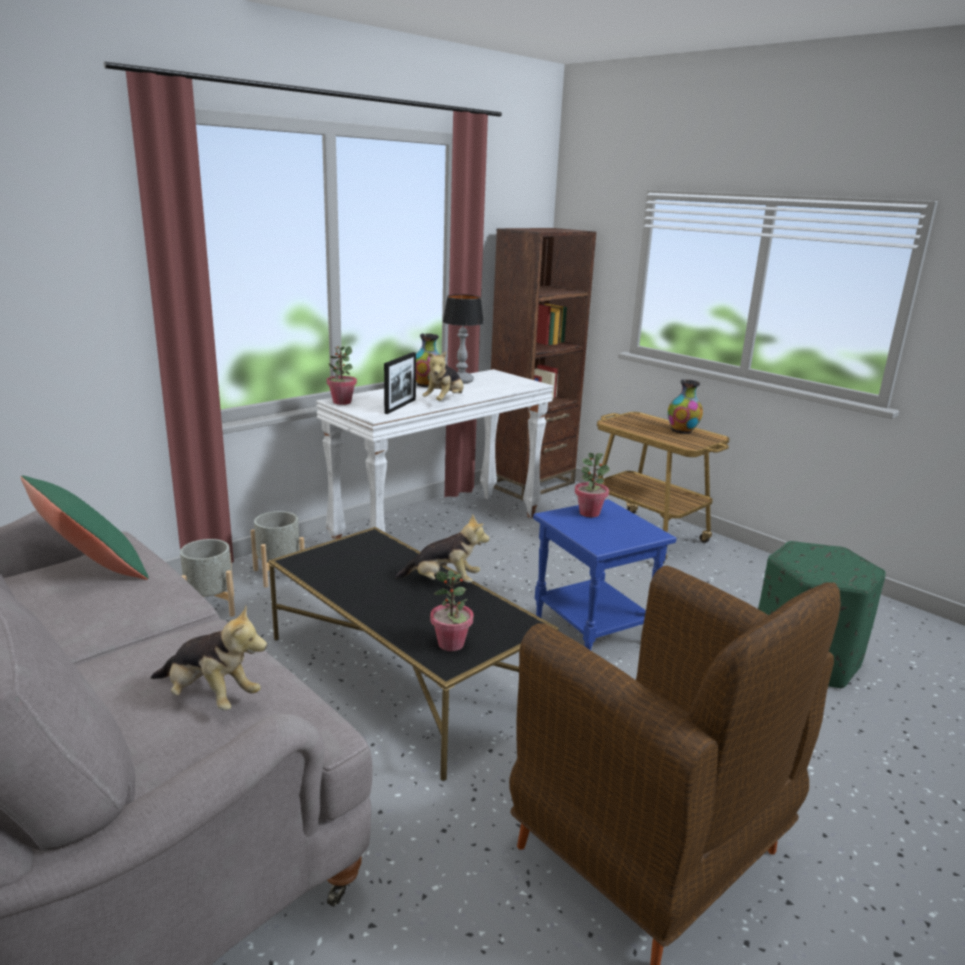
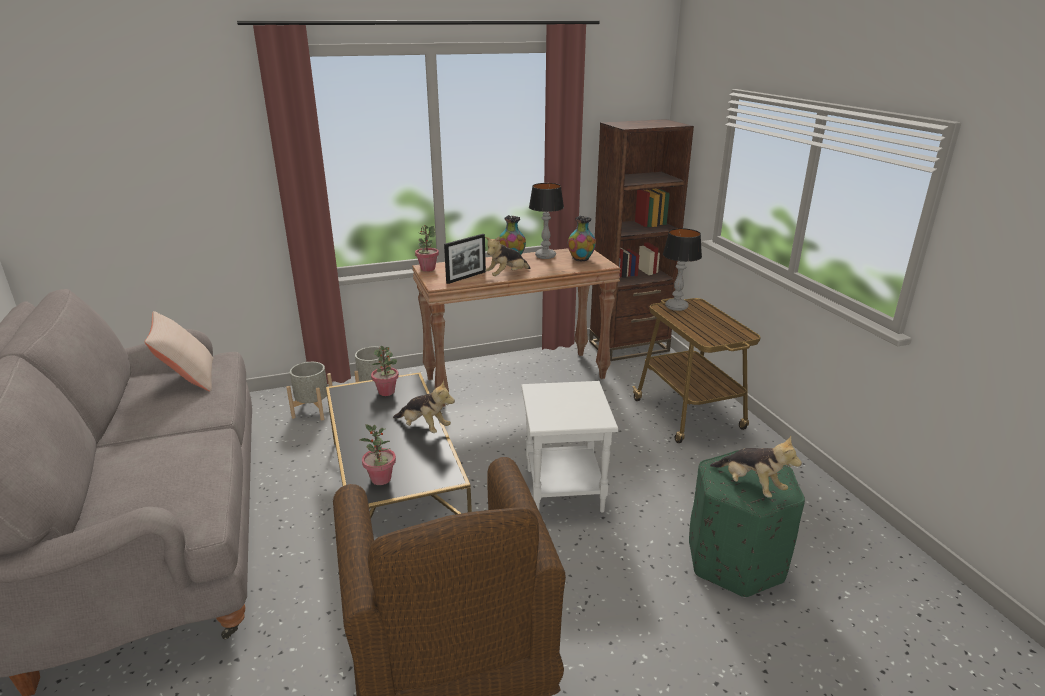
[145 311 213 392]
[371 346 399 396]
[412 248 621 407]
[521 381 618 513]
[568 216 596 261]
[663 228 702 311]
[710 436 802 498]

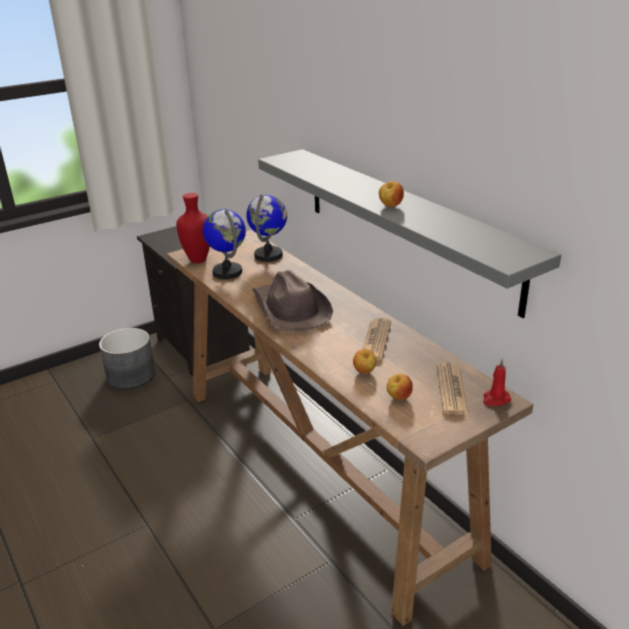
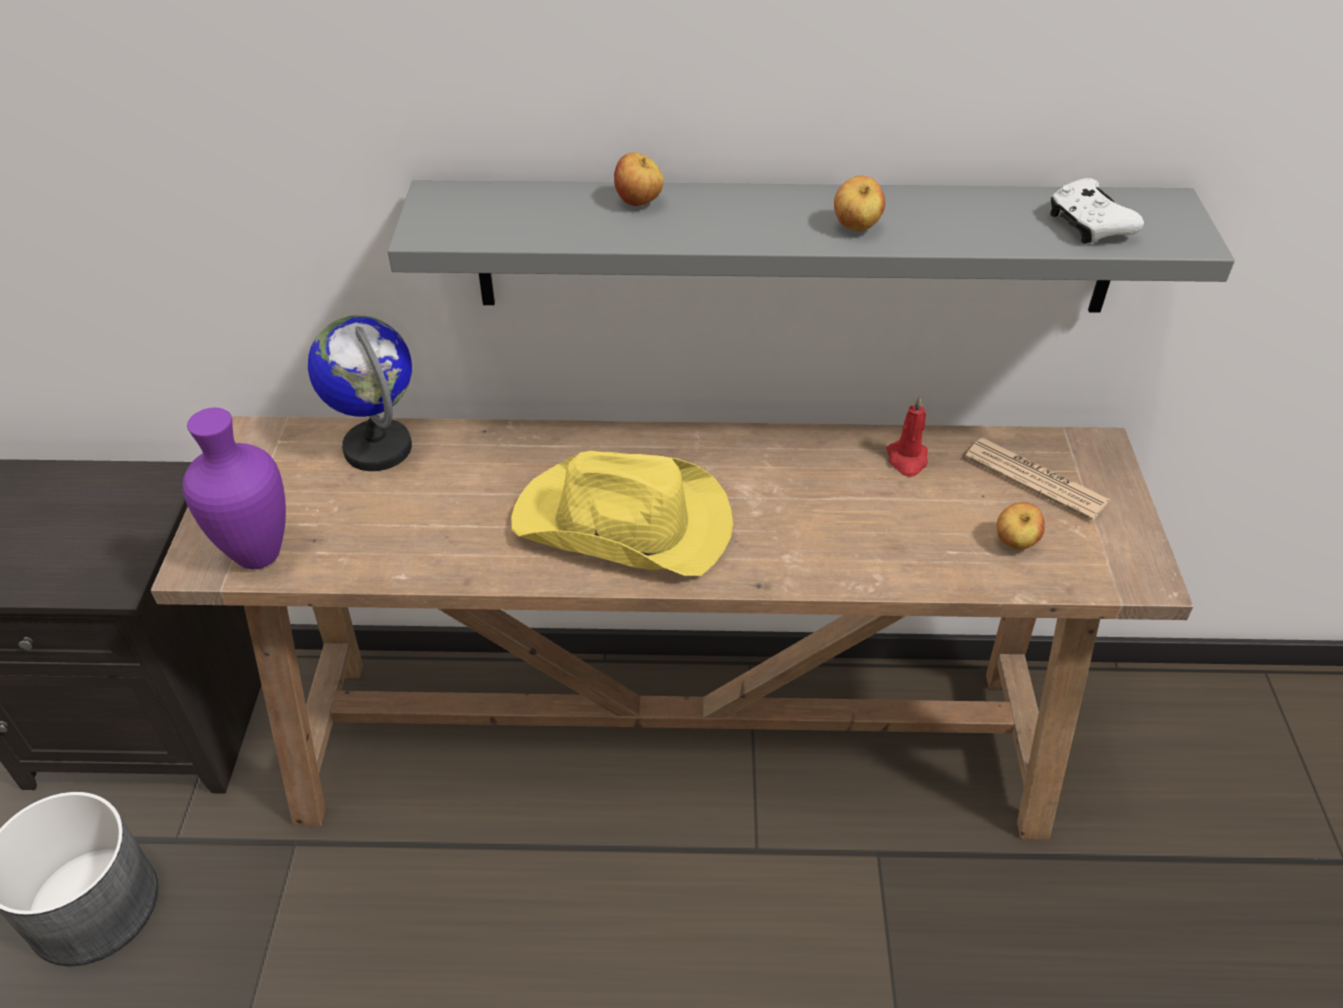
[183 408 286 569]
[511 451 733 576]
[614 152 664 206]
[886 395 928 477]
[1050 178 1144 244]
[203 209 246 279] (first image)
[363 318 391 360] (first image)

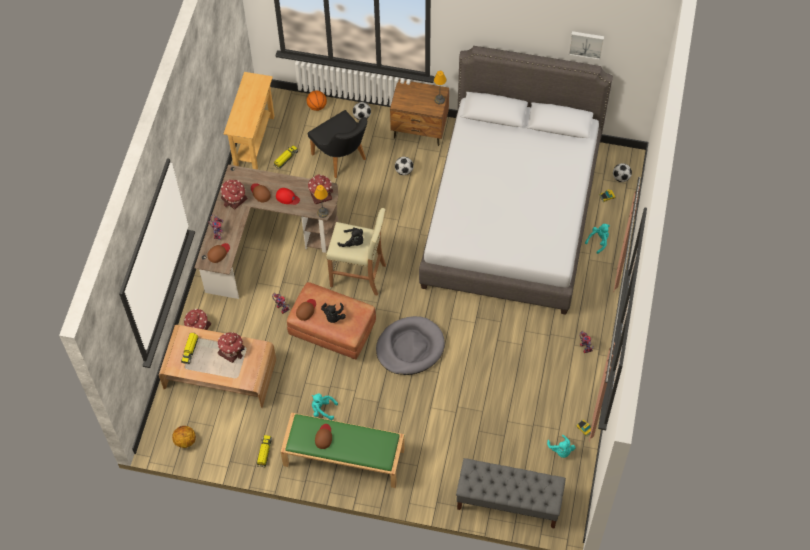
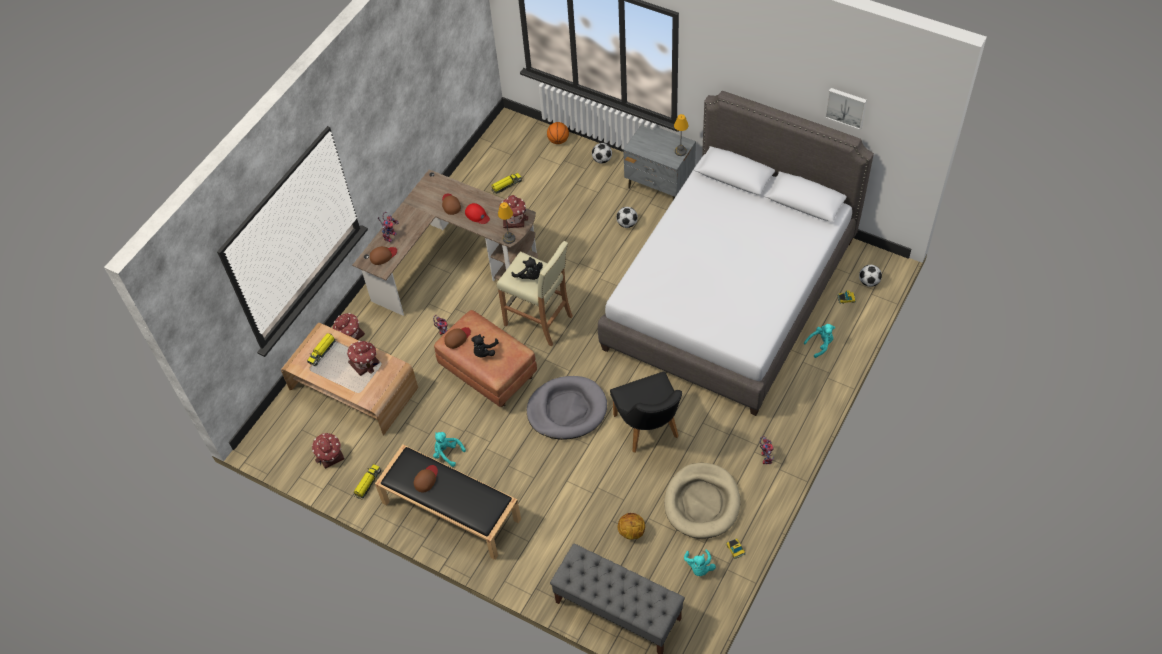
[312 433 345 469]
[375 444 521 560]
[610 371 682 453]
[618 513 645 540]
[623 123 696 200]
[664 463 741 539]
[223 72 275 170] (first image)

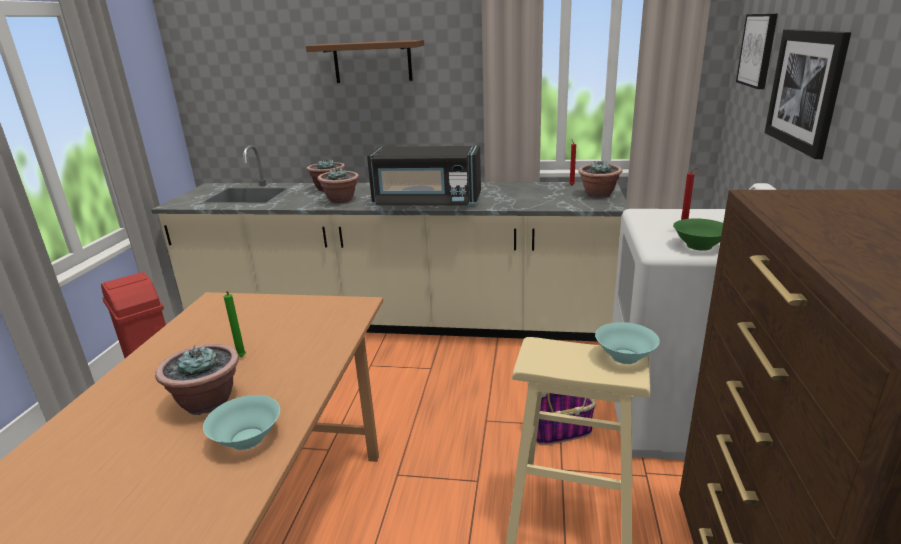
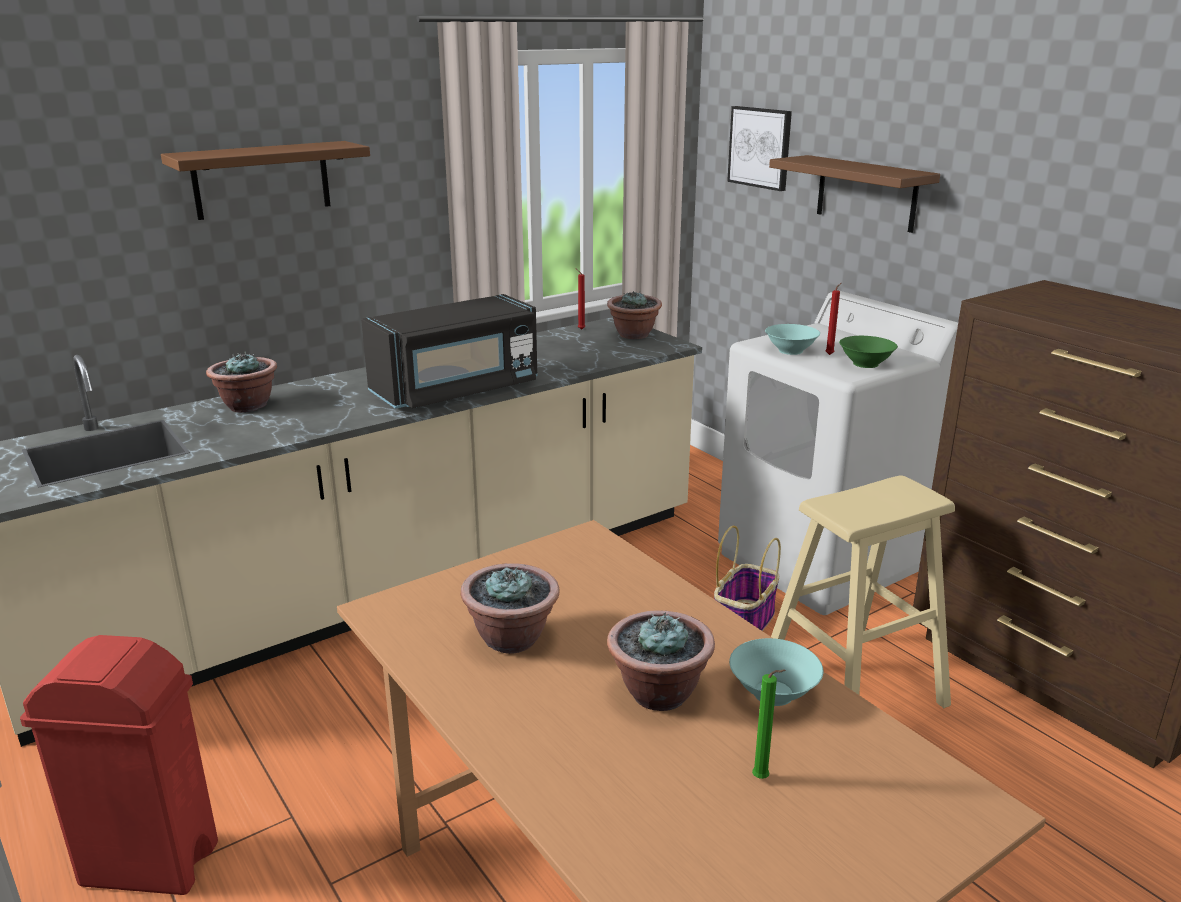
[461 563 560 654]
[752 669 786 779]
[765 324 820 355]
[769 155 940 233]

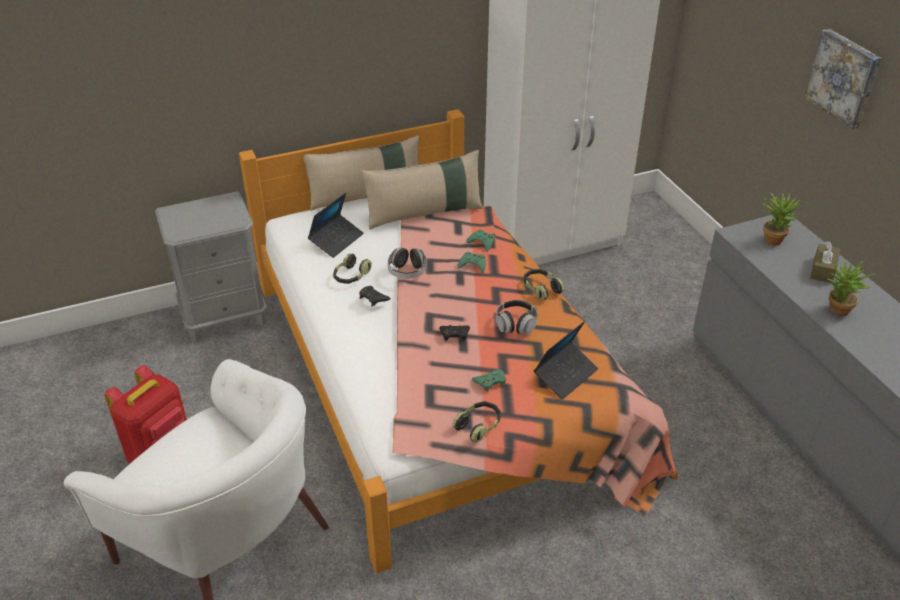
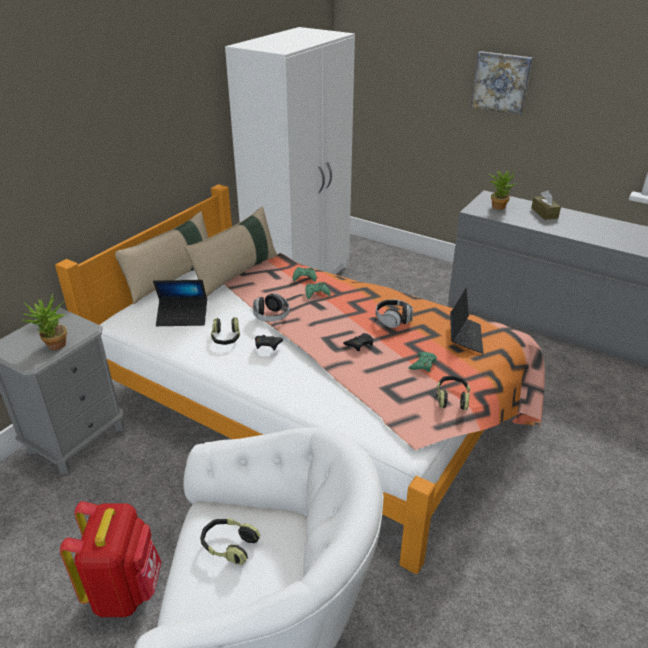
[22 294 67 350]
[153 280 207 326]
[200 518 260 565]

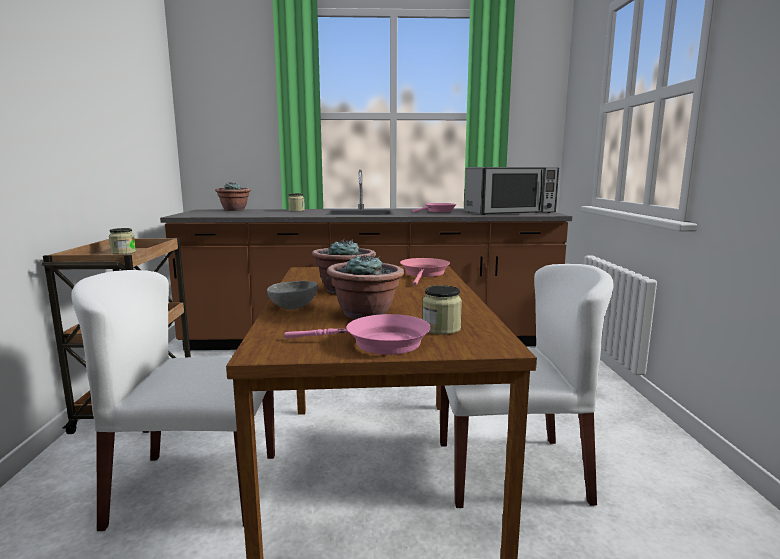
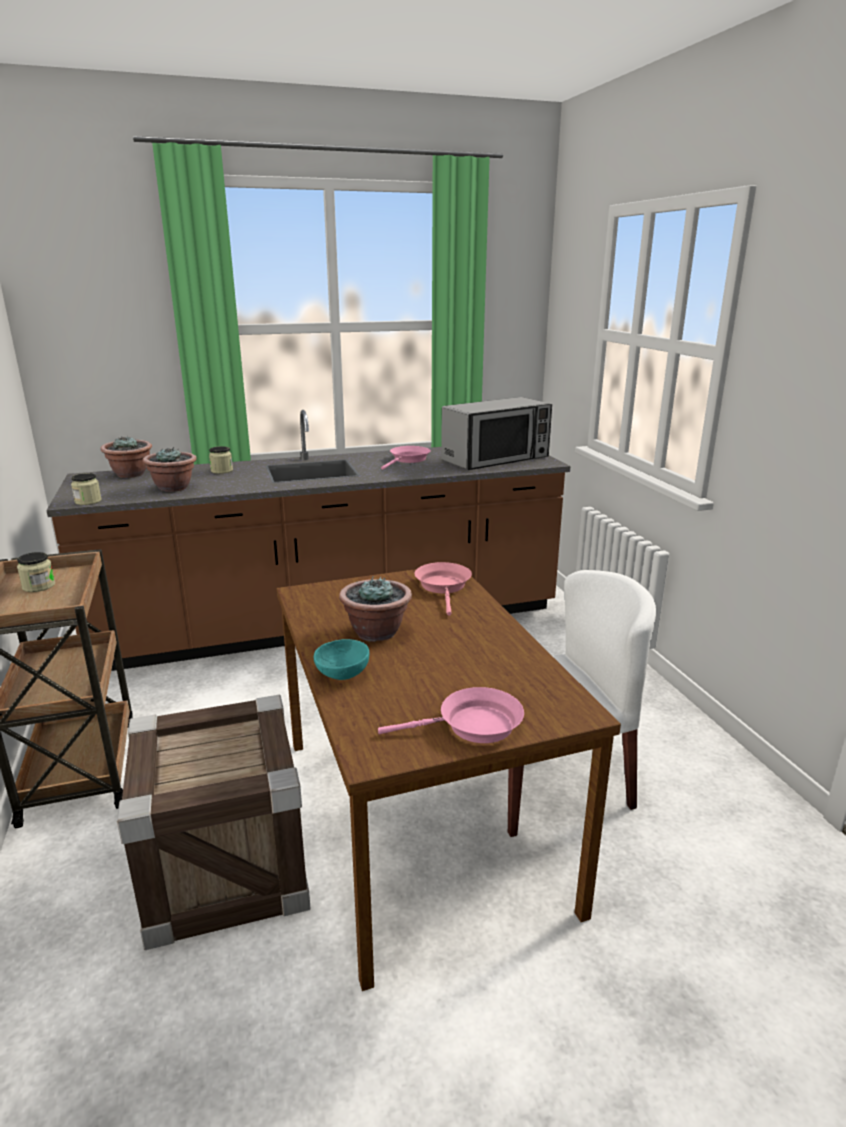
[71 473 102 505]
[117 695 311 950]
[143 447 197 492]
[314 639 369 680]

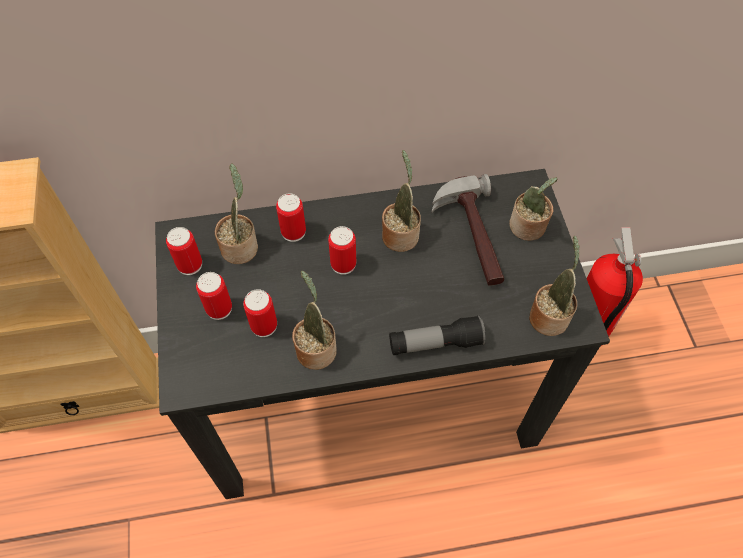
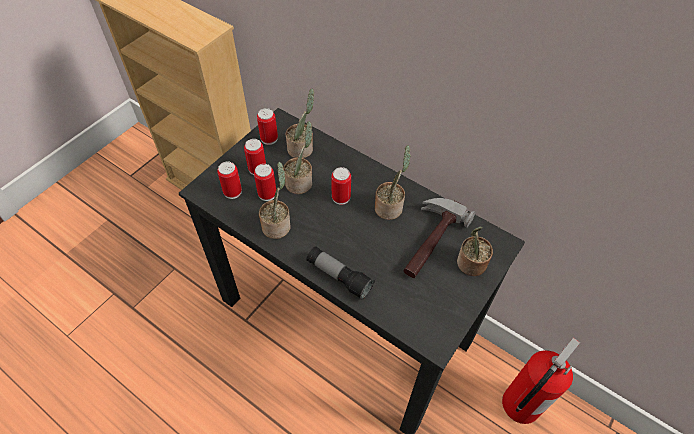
[217 161 242 199]
[283 121 312 194]

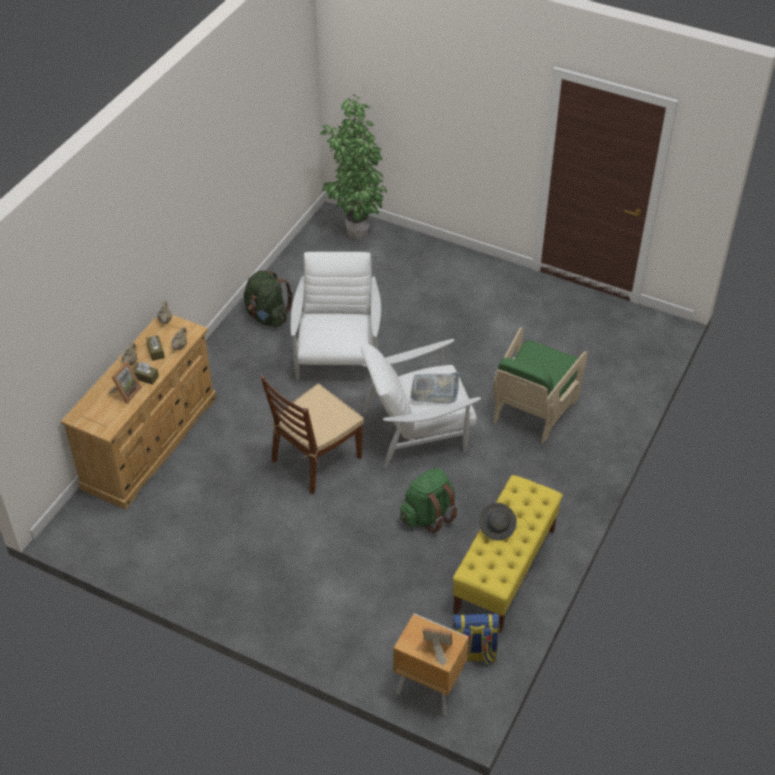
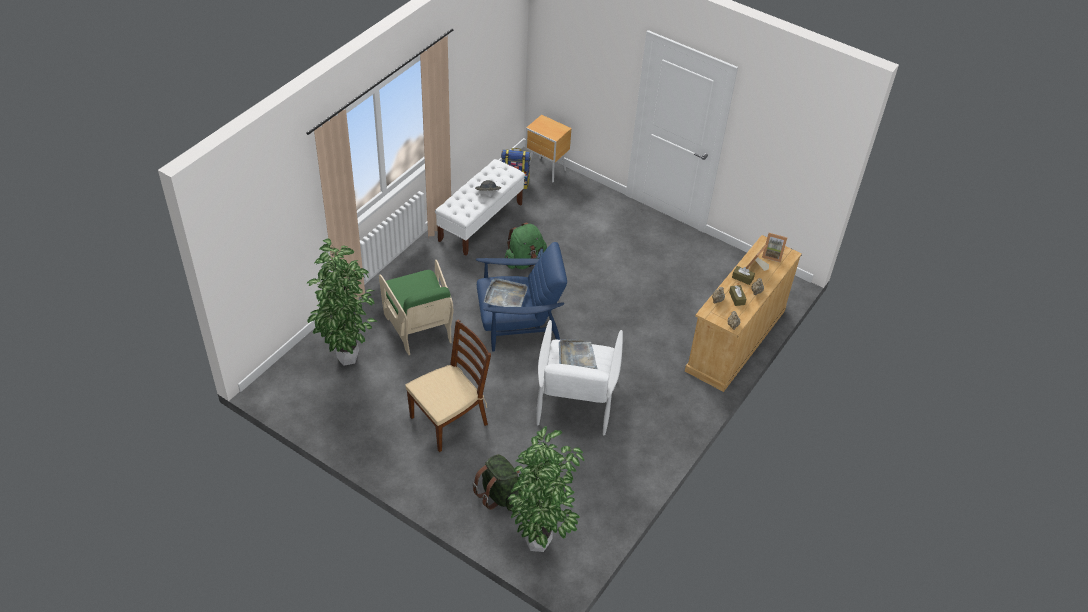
[306 238 378 366]
[379 260 454 355]
[405 320 491 452]
[435 159 525 256]
[472 454 521 511]
[476 242 567 352]
[559 339 597 369]
[762 233 787 263]

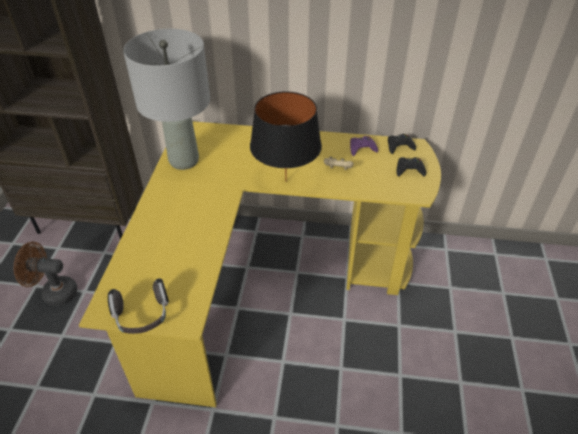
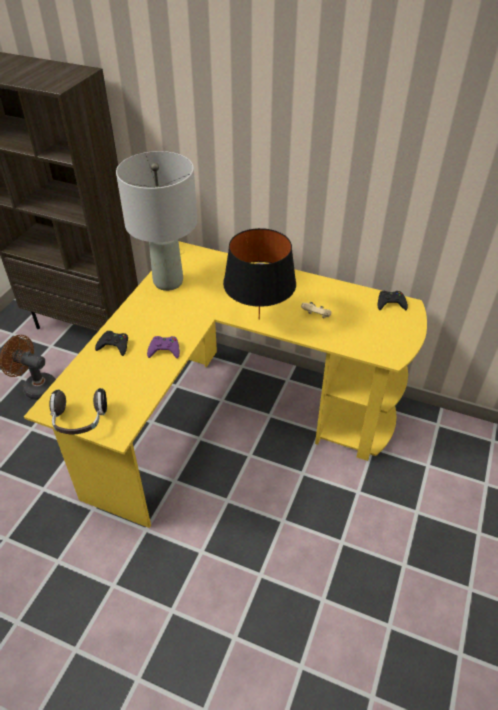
[95 331 128 356]
[147 336 180 359]

